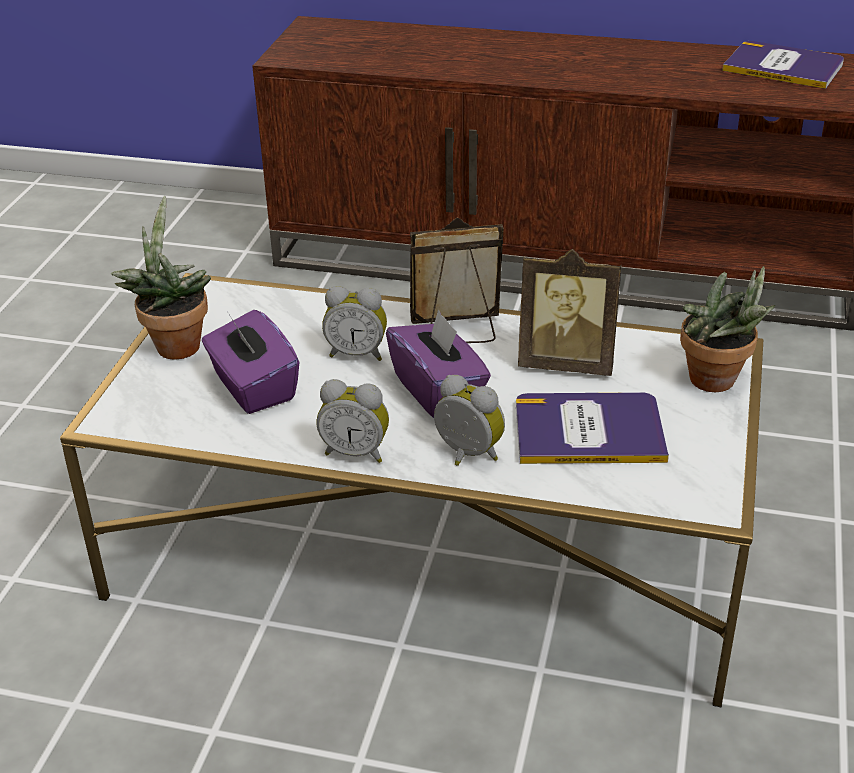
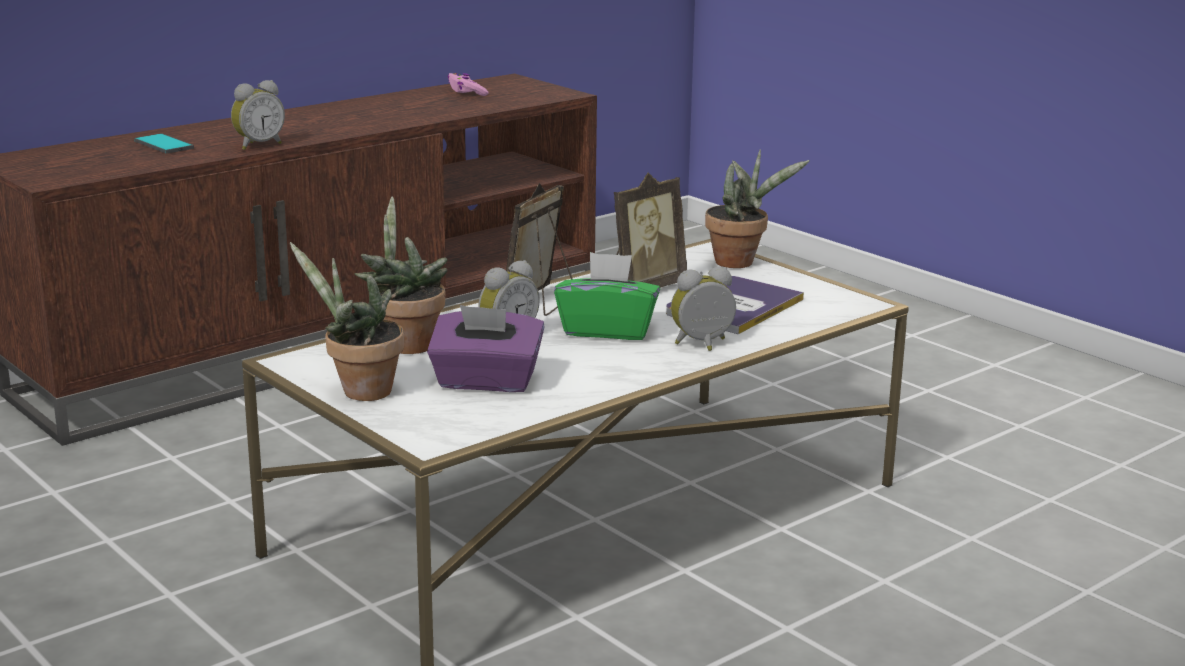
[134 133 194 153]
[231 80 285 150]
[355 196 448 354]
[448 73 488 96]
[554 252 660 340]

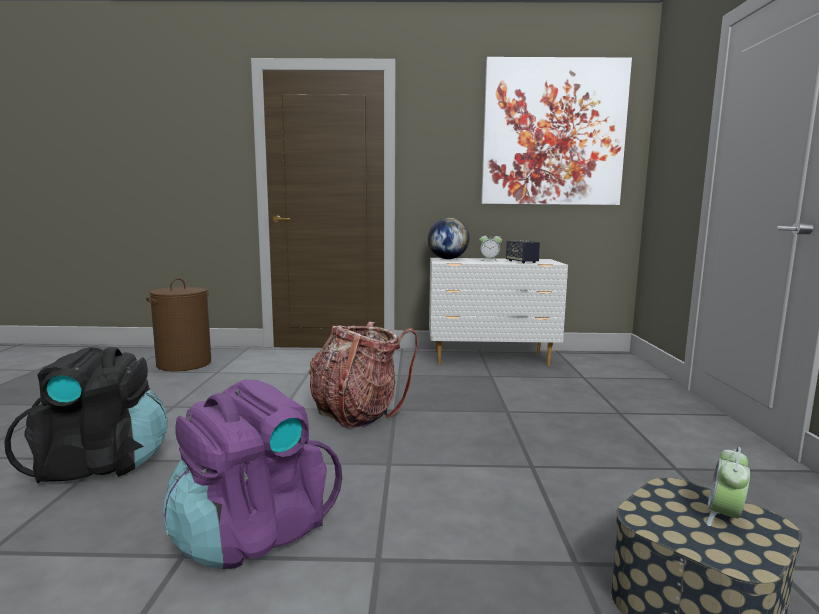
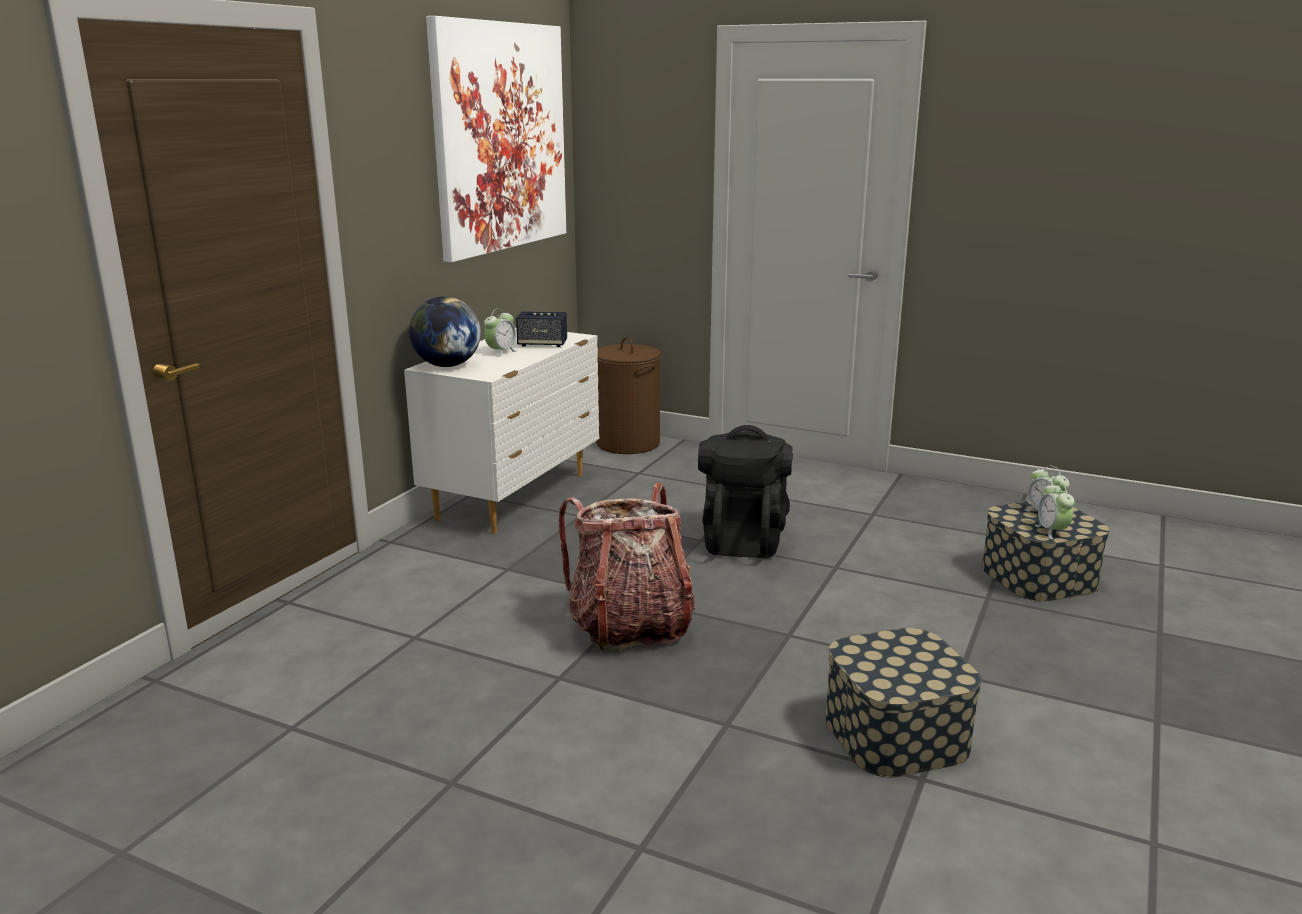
[596 337 661 454]
[698 425 793 558]
[825 628 982 777]
[1035 482 1075 539]

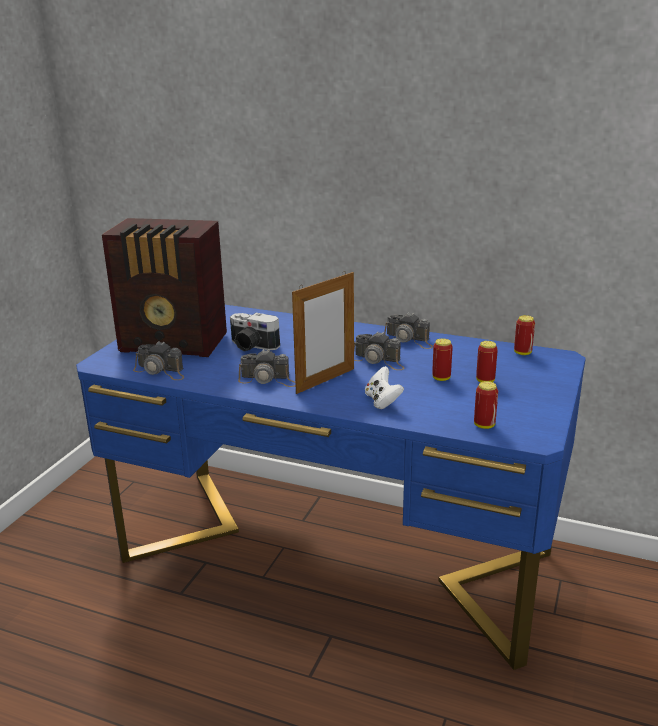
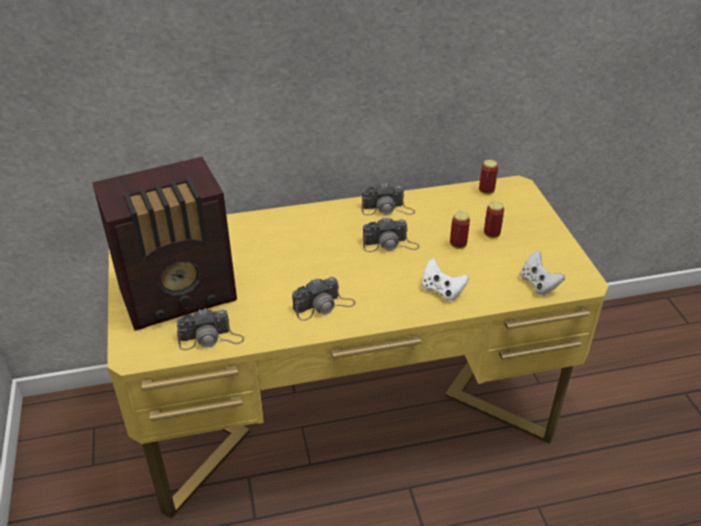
[107 175 609 519]
[520 250 565 295]
[230 313 280 351] (first image)
[292 271 354 394] (first image)

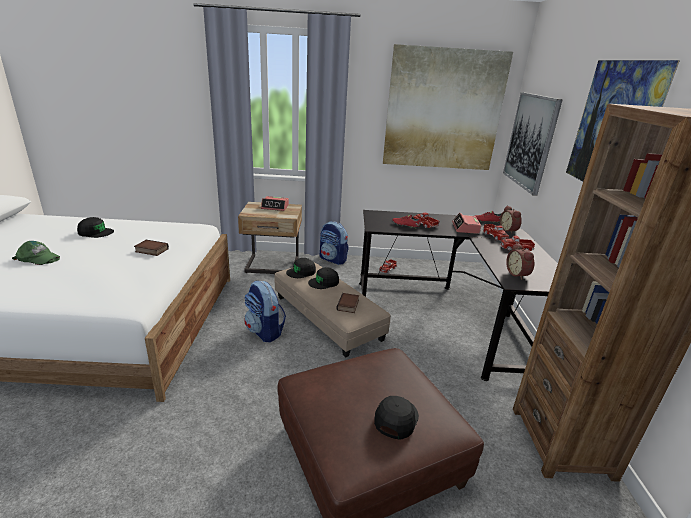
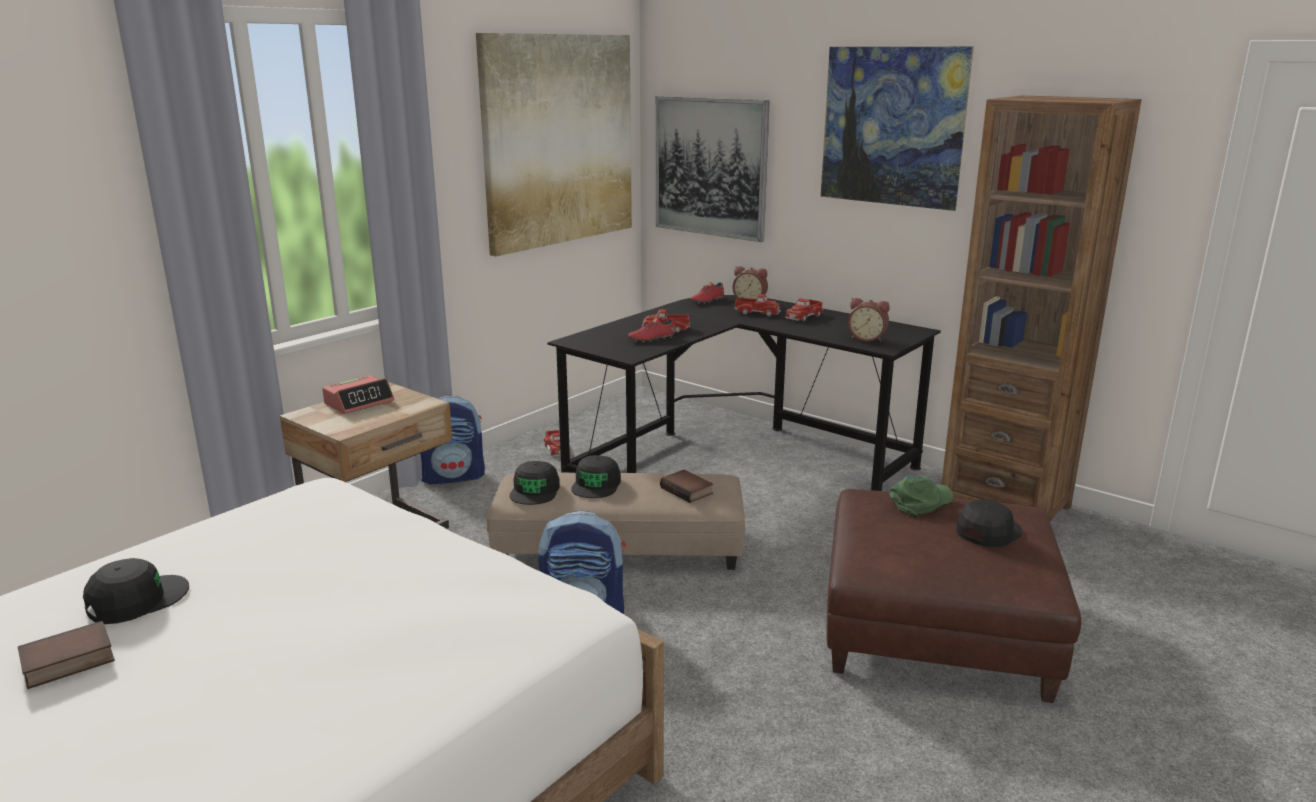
[18 621 115 689]
[889 476 953 518]
[956 499 1022 547]
[452 213 481 234] (first image)

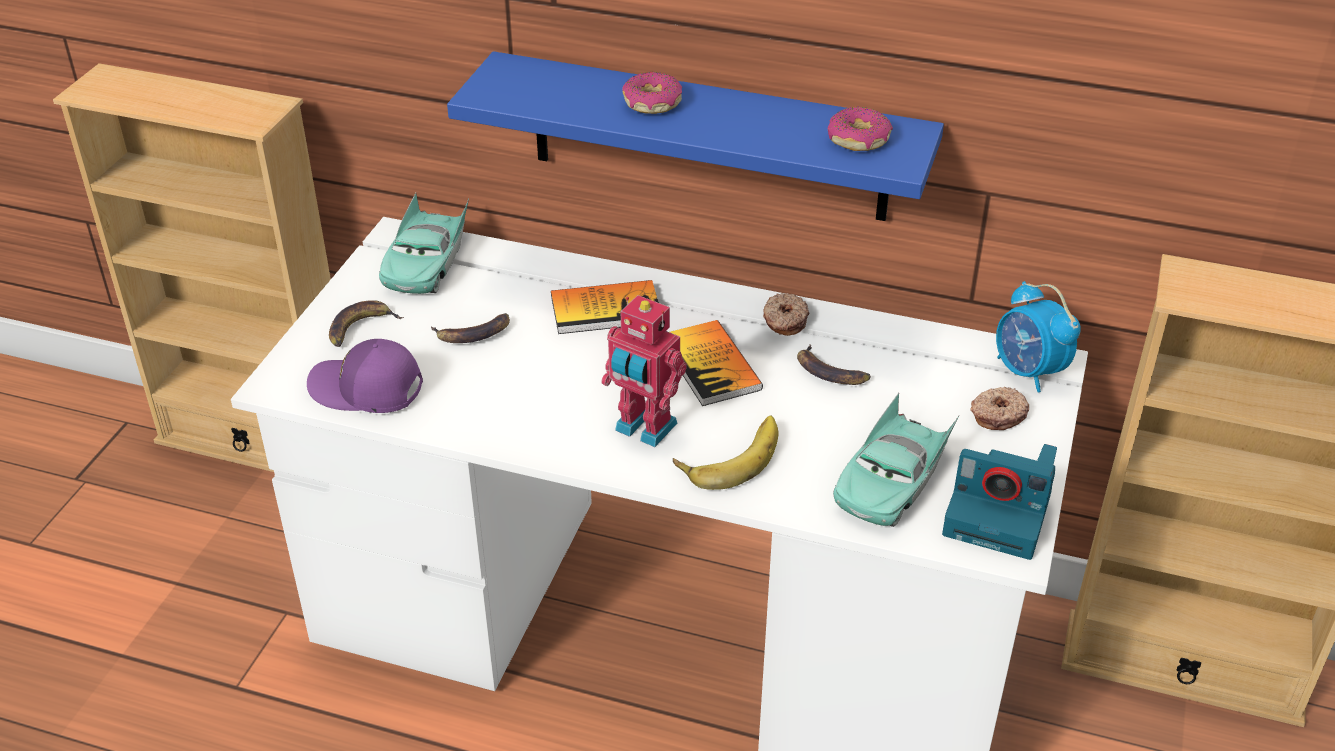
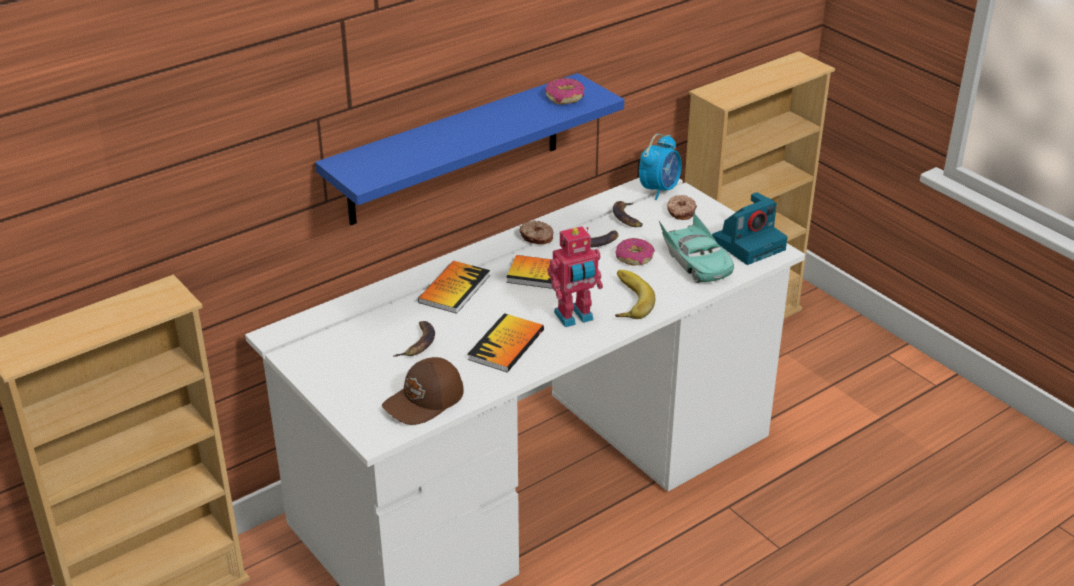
[382 357 464 425]
[467 313 544 372]
[613 201 643 227]
[616 238 655 266]
[639 134 682 200]
[379 193 469 294] (first image)

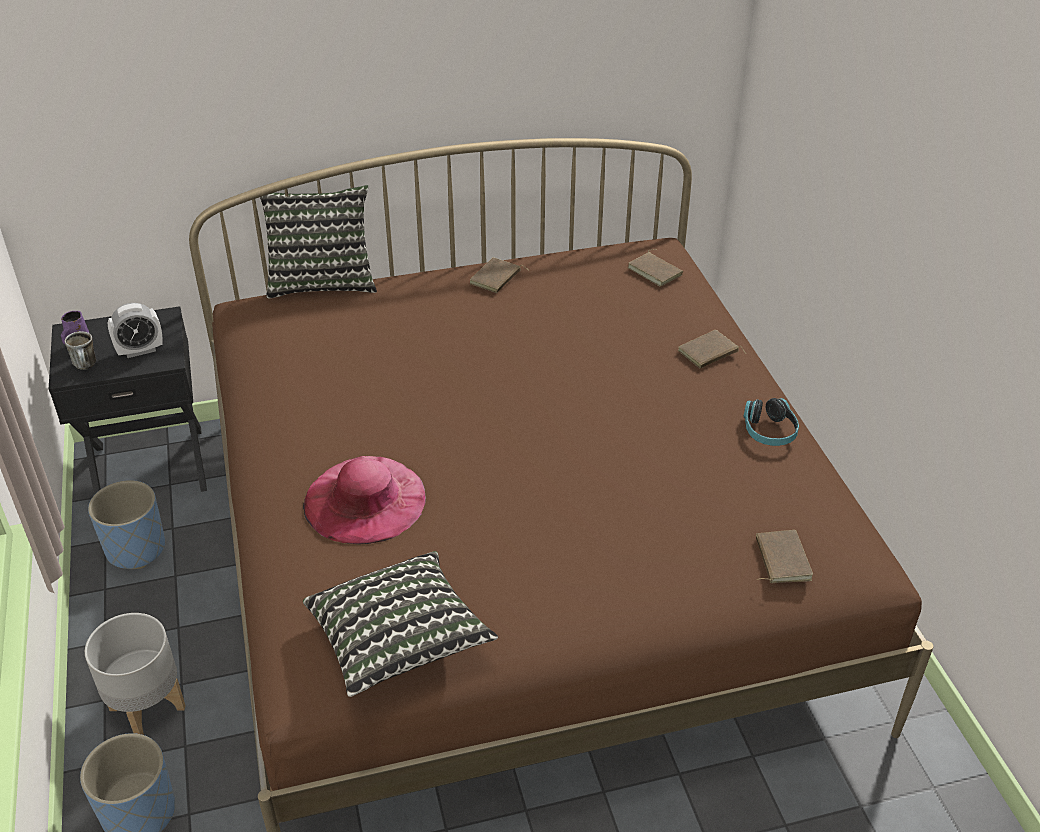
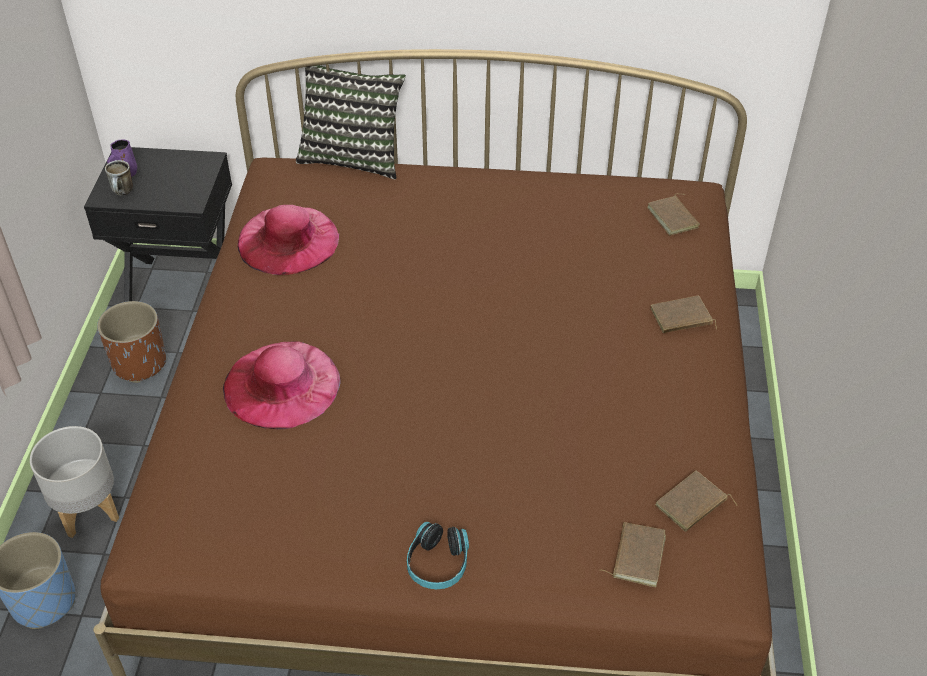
[97 301 166 383]
[238 205 339 275]
[407 522 469 589]
[655 471 738 532]
[108 303 163 358] (first image)
[303 551 498 697] (first image)

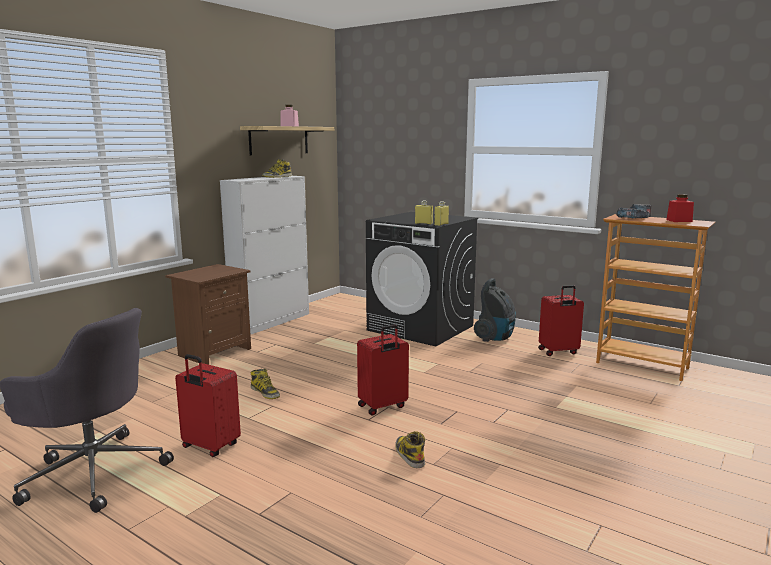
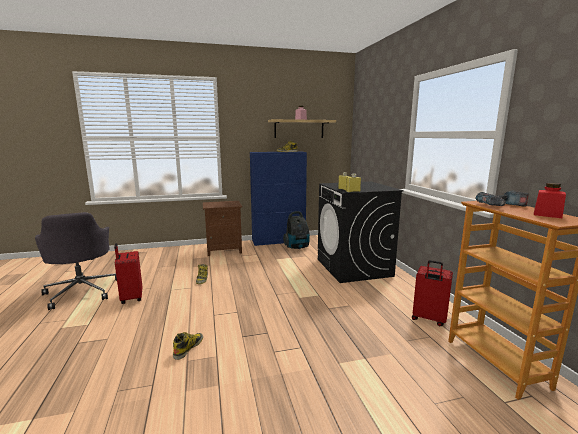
[250 151 307 246]
[283 211 310 249]
[357 324 409 416] (first image)

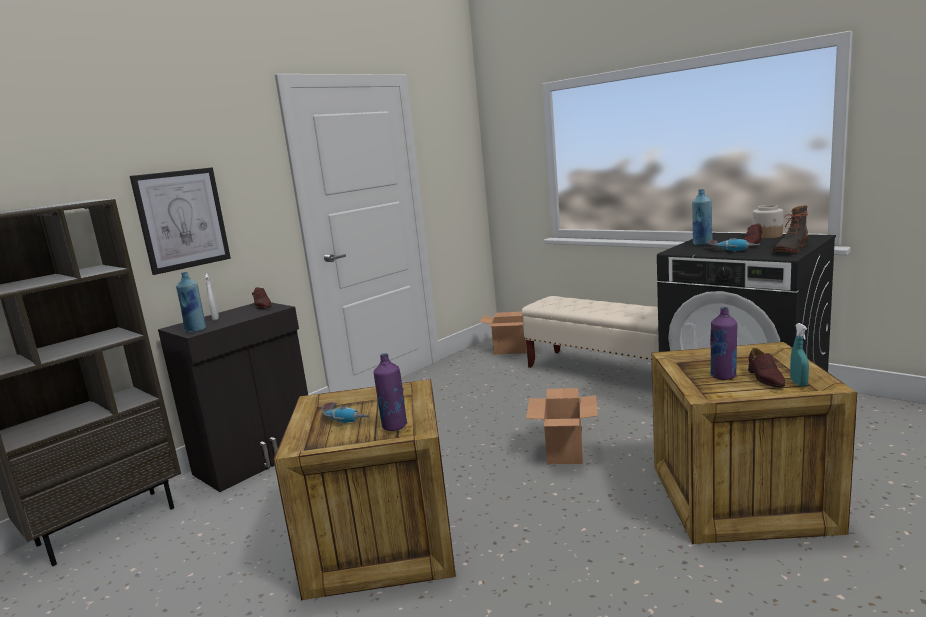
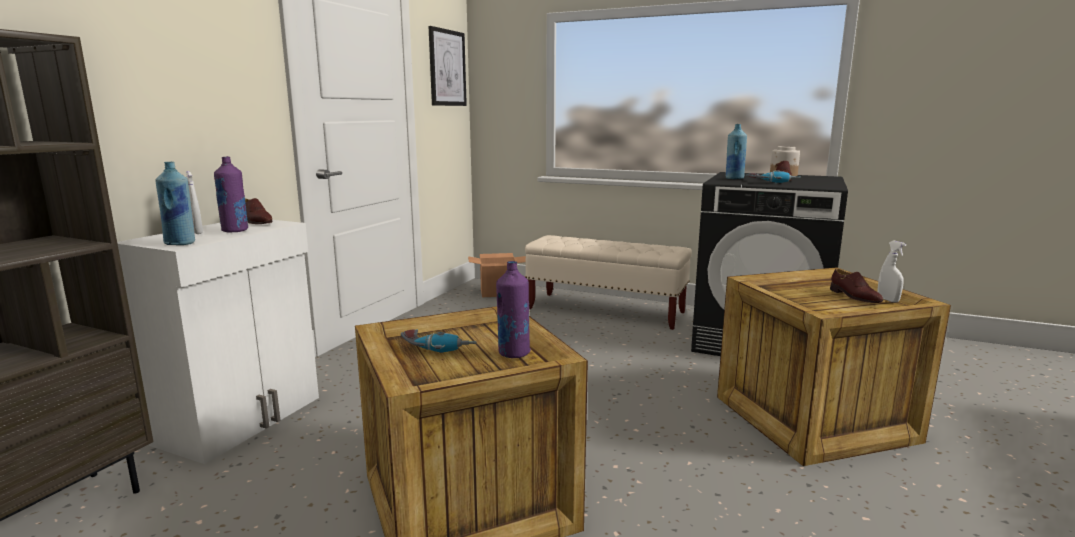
[117 220 319 464]
[214 156 248 233]
[429 26 467 106]
[877 241 906 302]
[526 388 598 464] (first image)
[773 206 808 253] (first image)

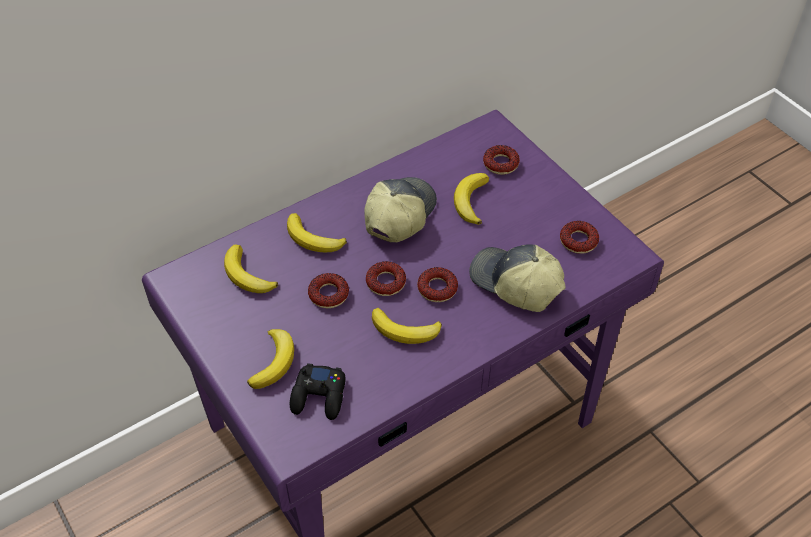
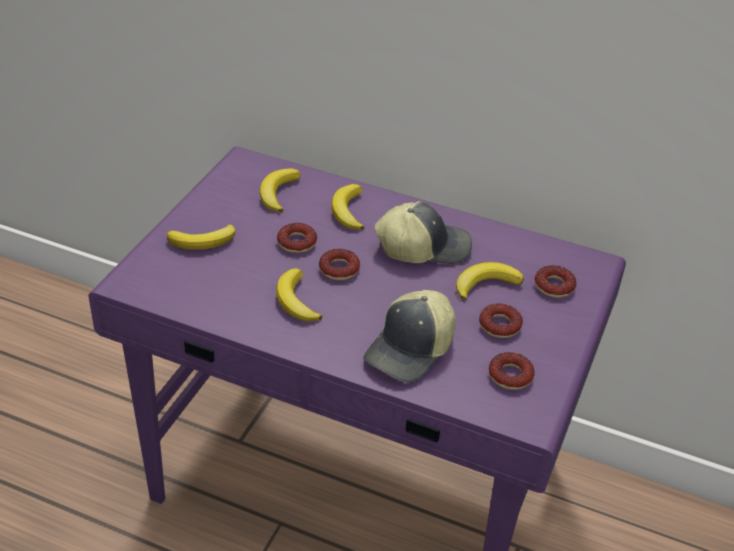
[363 290 456 383]
[479 303 523 338]
[290 363 346 420] (first image)

